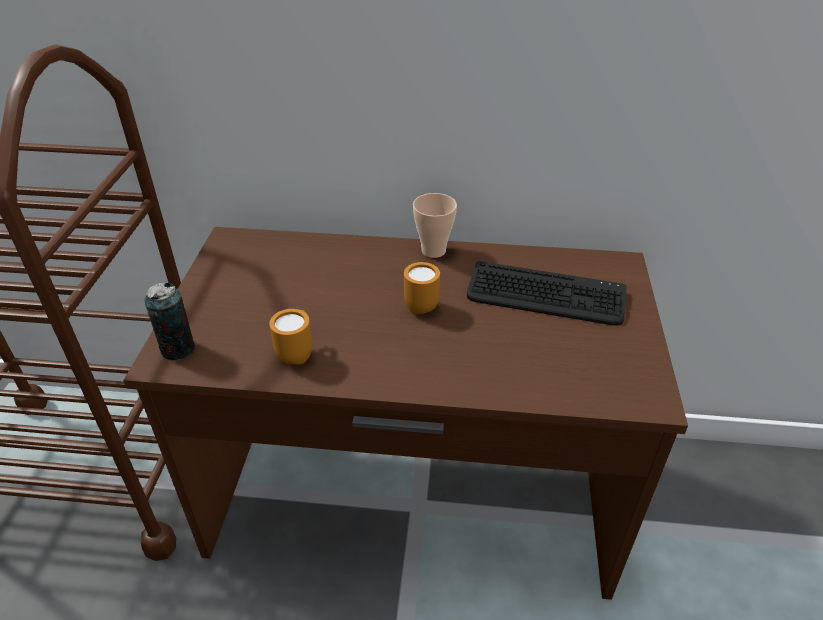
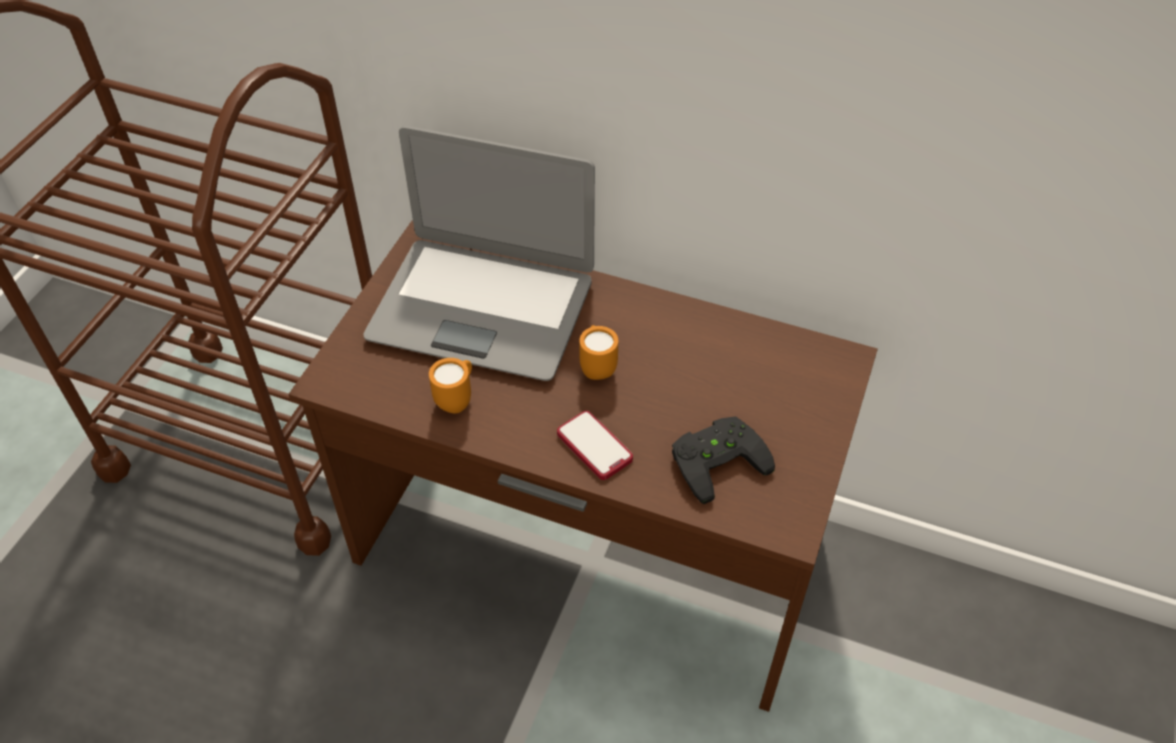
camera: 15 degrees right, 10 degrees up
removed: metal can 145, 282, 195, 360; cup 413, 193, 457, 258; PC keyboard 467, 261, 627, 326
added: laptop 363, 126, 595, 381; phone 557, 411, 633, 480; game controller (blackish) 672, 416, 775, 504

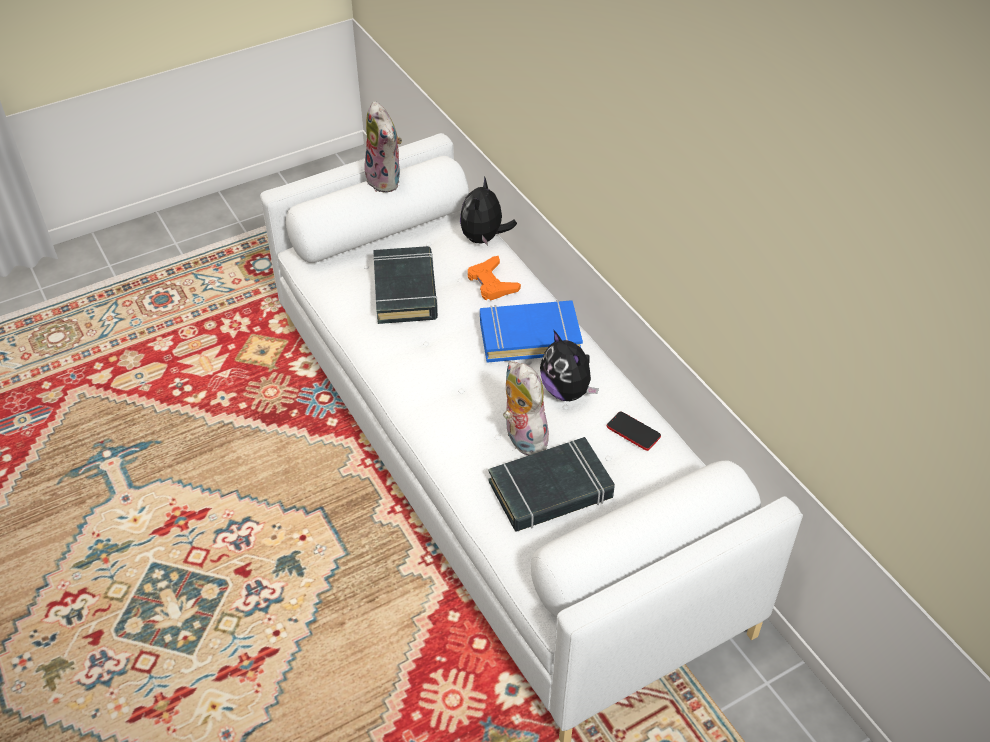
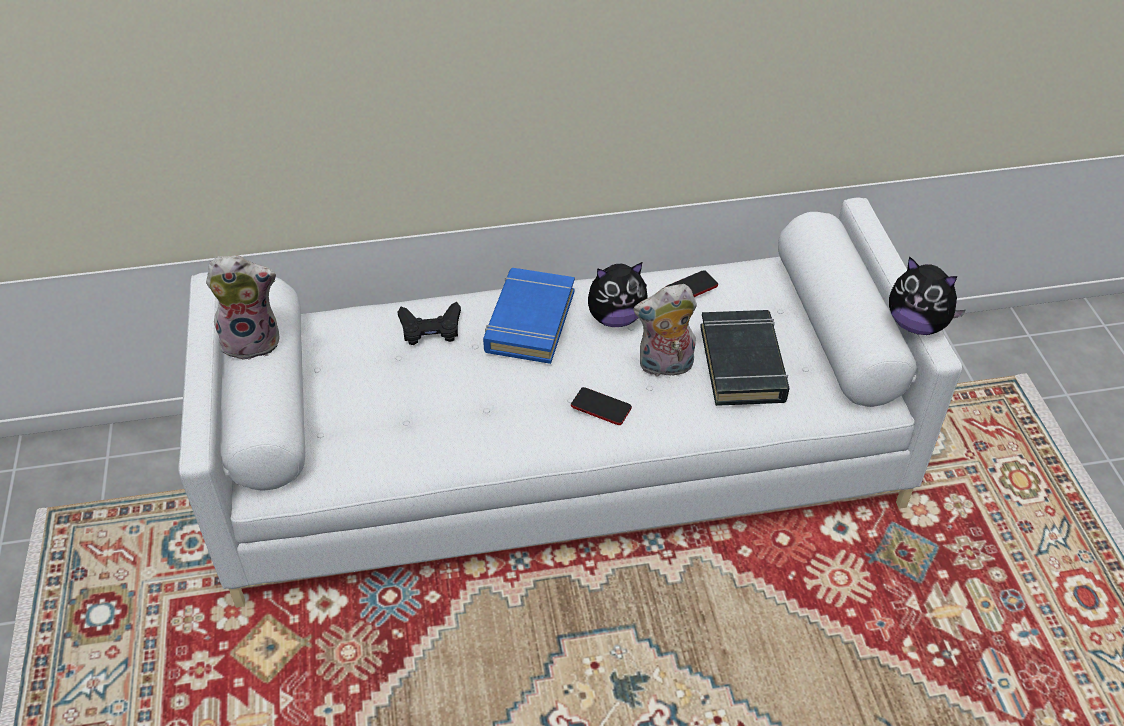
camera: 70 degrees left, 0 degrees up
removed: book (blackish) 373, 246, 438, 324
added: phone 571, 387, 632, 425
moved: soft toy 460, 176, 517, 246 to 889, 256, 966, 335
recoloured: game controller (orange) 468, 256, 521, 300 to game controller (blackish) 398, 302, 461, 345

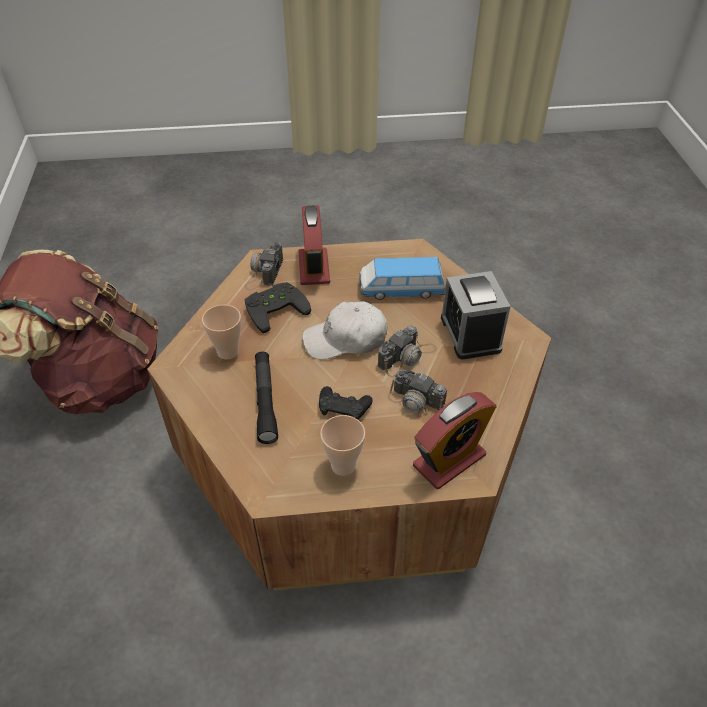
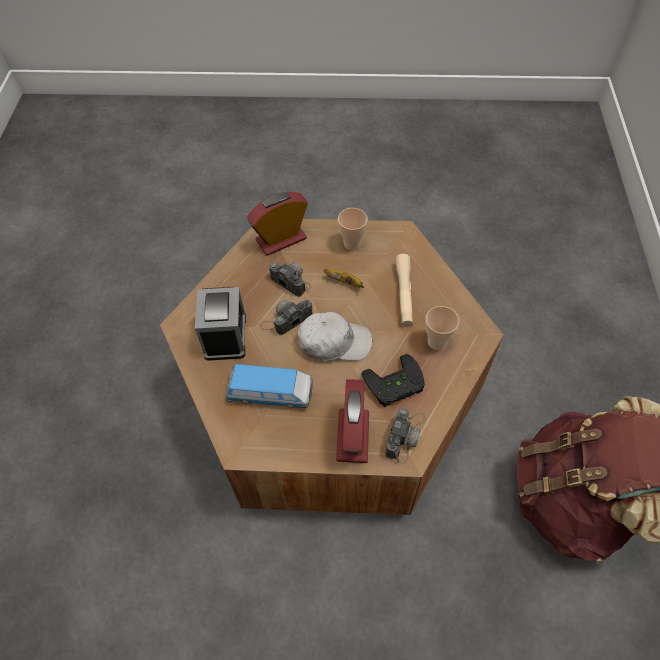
camera: 170 degrees left, 10 degrees up
replaced: game controller (blackish) 319, 386, 373, 420 to banana fruit 324, 269, 364, 288
recoloured: torch (blackish) 255, 352, 278, 444 to torch (beige) 395, 254, 413, 327

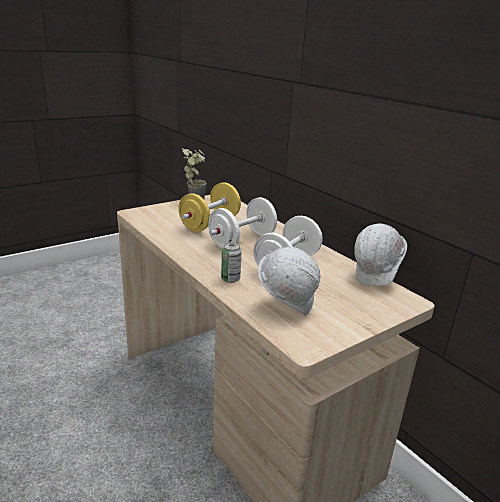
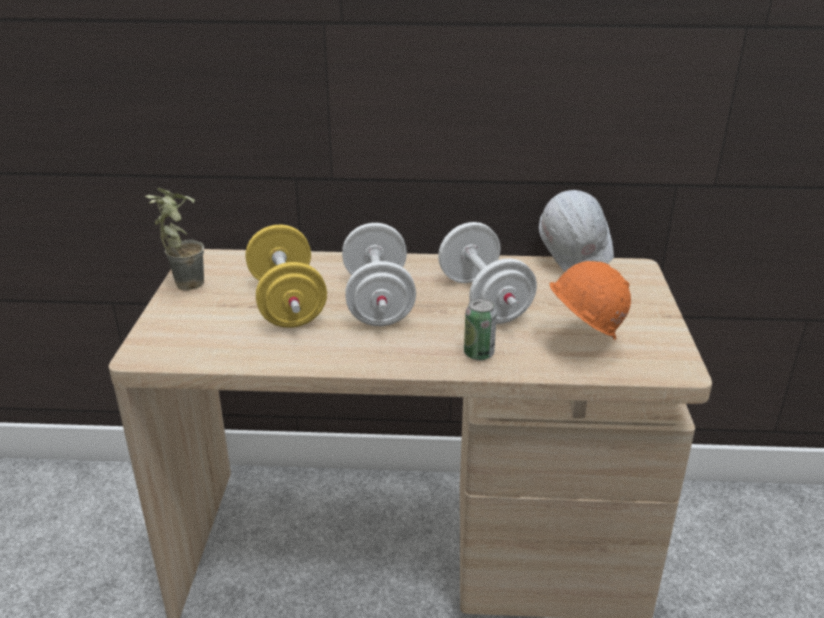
camera: 50 degrees left, 5 degrees up
recoloured: hard hat (white) 258, 247, 320, 316 to hard hat (orange) 549, 261, 631, 340

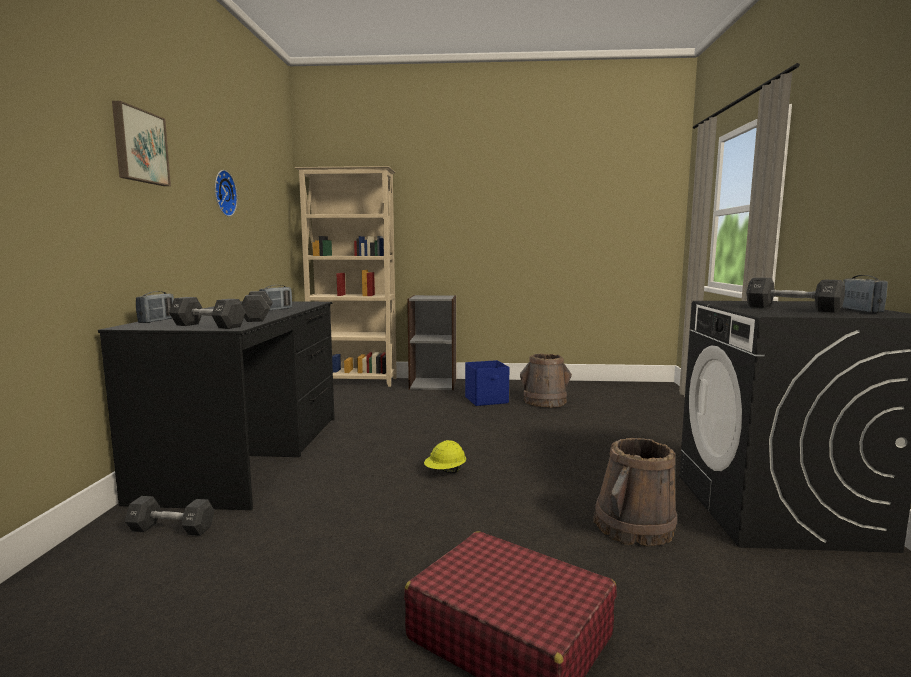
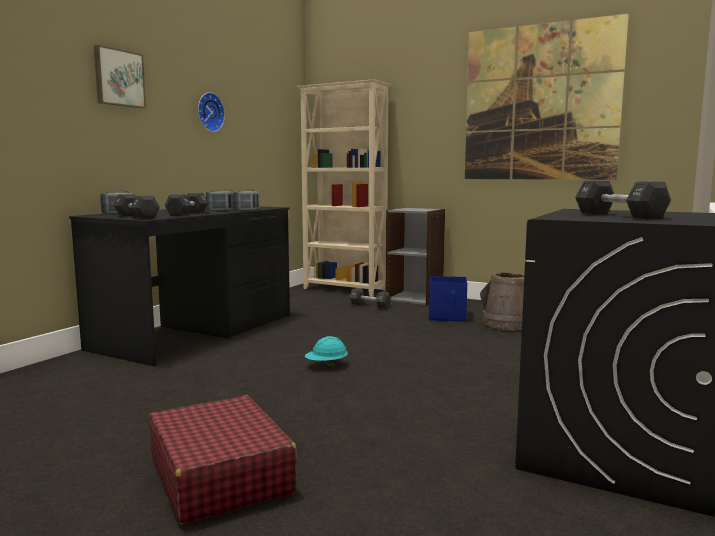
camera: 25 degrees right, 0 degrees up
removed: bucket (brownish) 593, 438, 677, 547
added: wall art 465, 14, 629, 180
moved: dumbbell (blackish) 125, 496, 214, 536 to 350, 288, 391, 309; radio set 842, 275, 888, 313 to 233, 189, 260, 211
recoloured: hard hat (yellow-coloured) 424, 440, 466, 473 to hard hat (blue-green) 305, 336, 348, 367

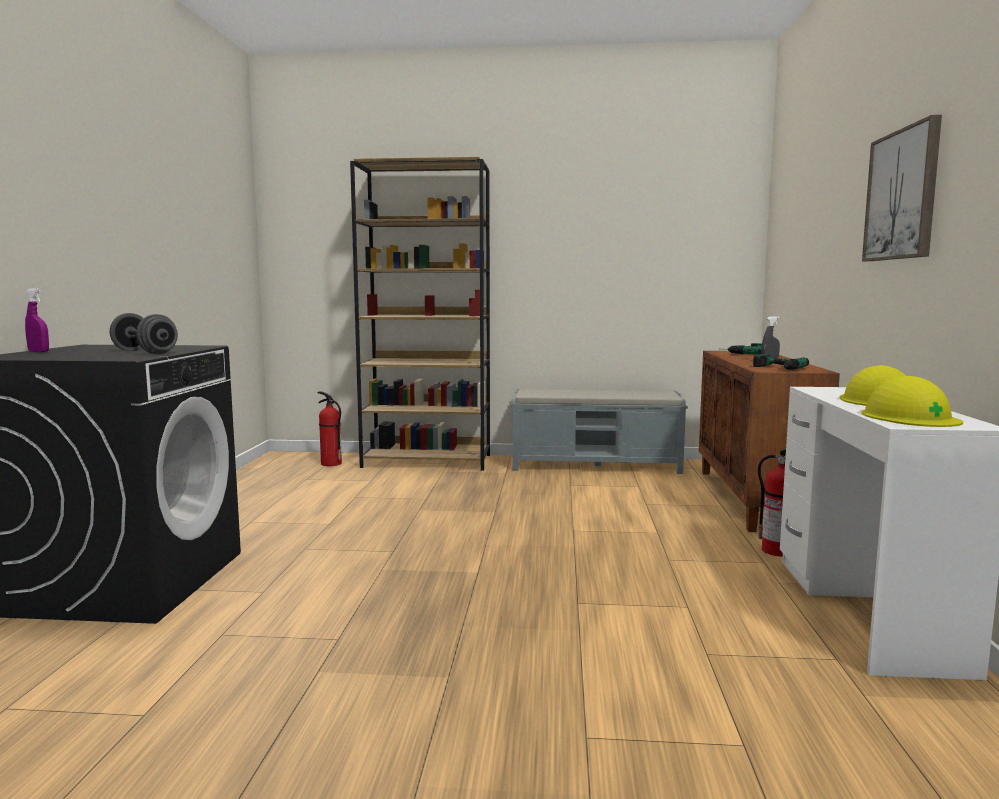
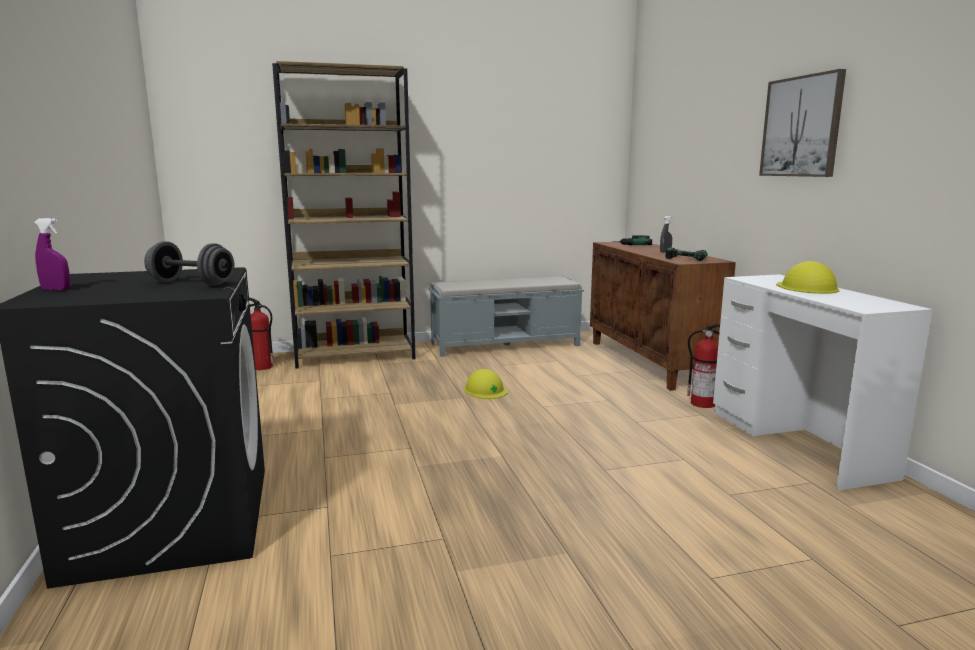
camera: 20 degrees left, 5 degrees up
moved: hard hat (yellow-coloured) 861, 376, 963, 427 to 464, 369, 507, 399

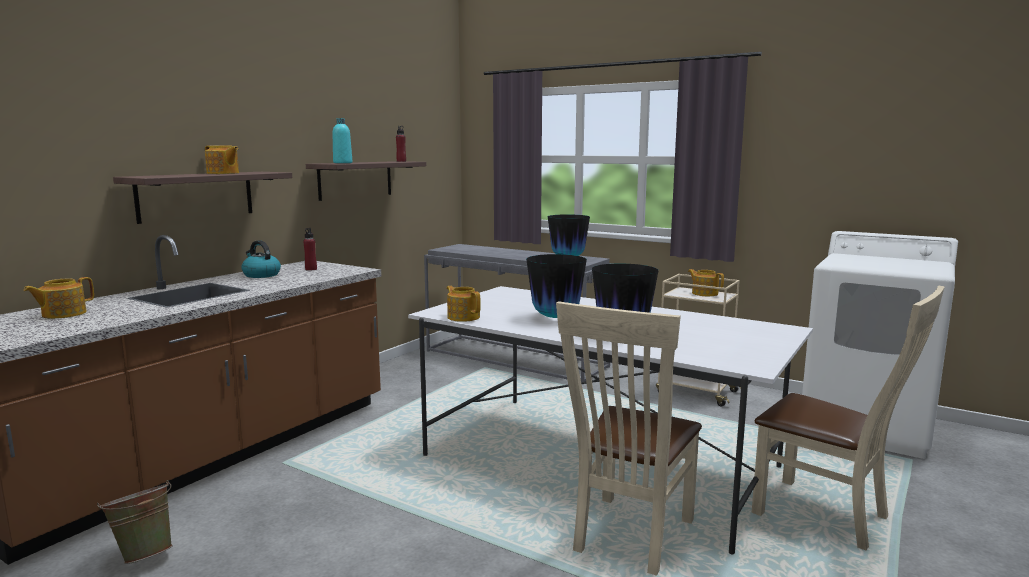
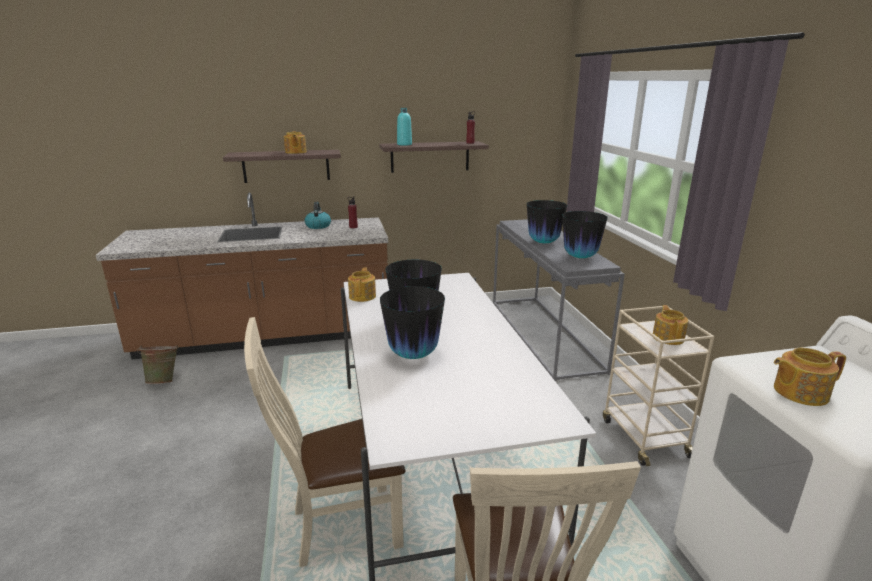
camera: 45 degrees right, 10 degrees up
added: decorative vase 527, 200, 567, 243
moved: tea pot 23, 277, 94, 319 to 774, 348, 846, 406

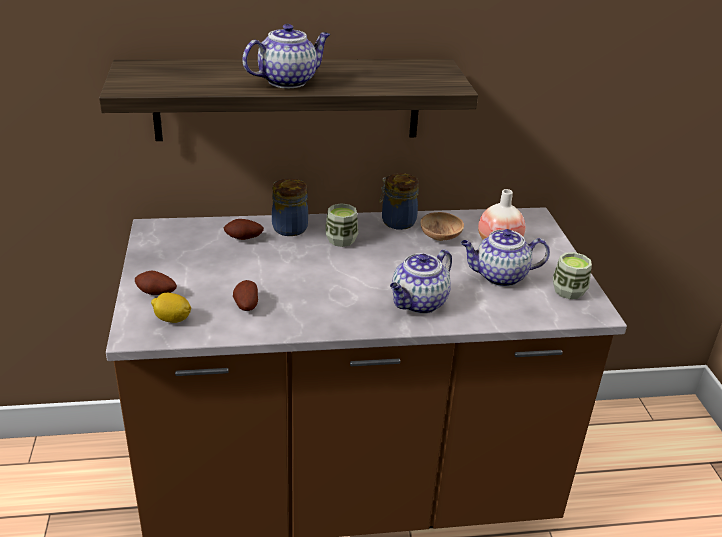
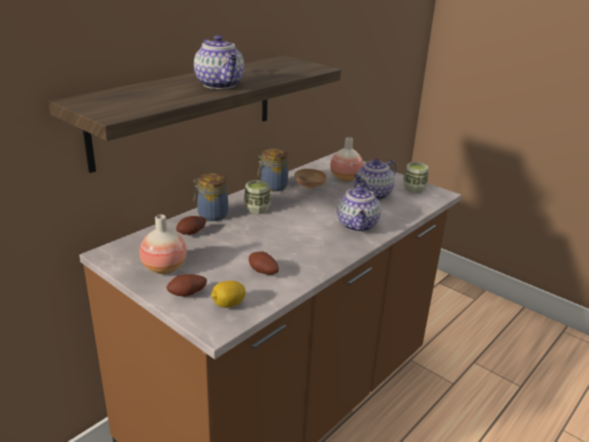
camera: 40 degrees left, 5 degrees down
added: decorative vase 139, 215, 187, 274
turned: tea pot 242, 24, 330, 88 = 194, 35, 244, 89 135 degrees clockwise

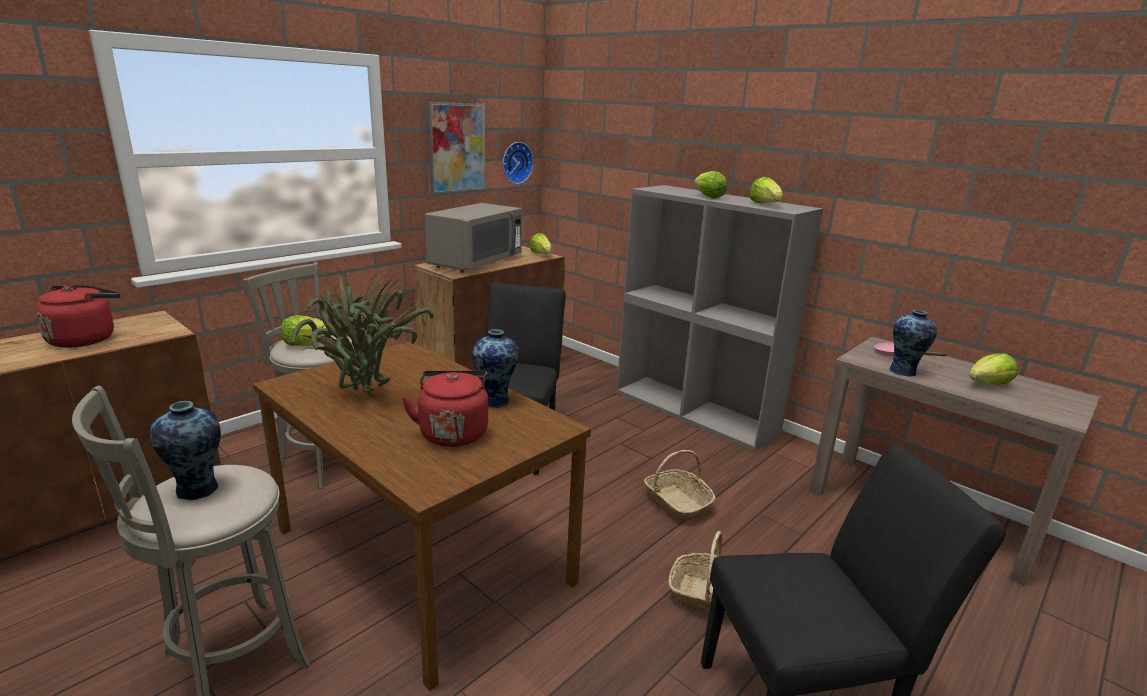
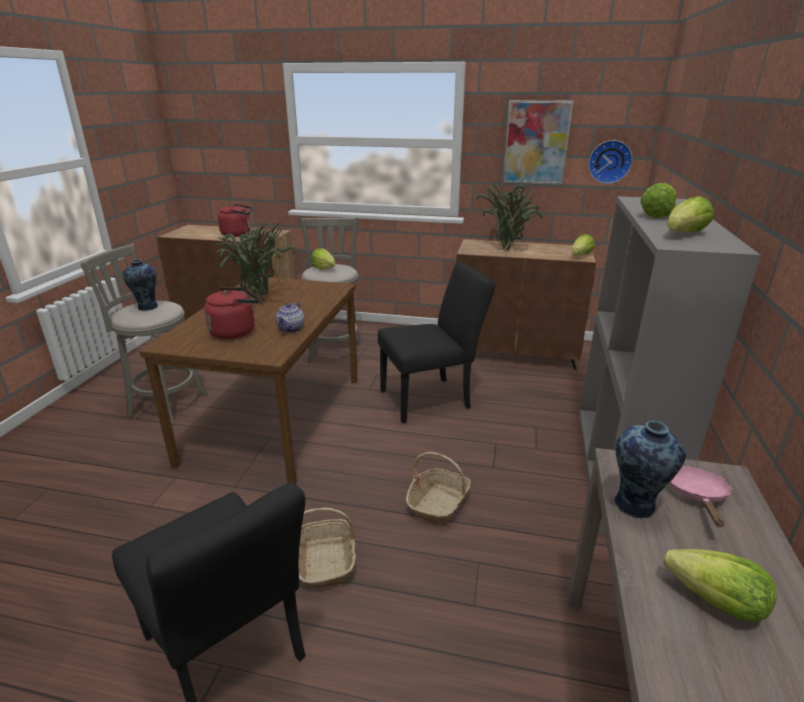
camera: 60 degrees right, 5 degrees up
replaced: microwave oven (grey) 425, 203, 522, 272 to houseplant 476, 178, 543, 250; decorative vase 472, 329, 519, 408 to tea pot 276, 302, 304, 333

